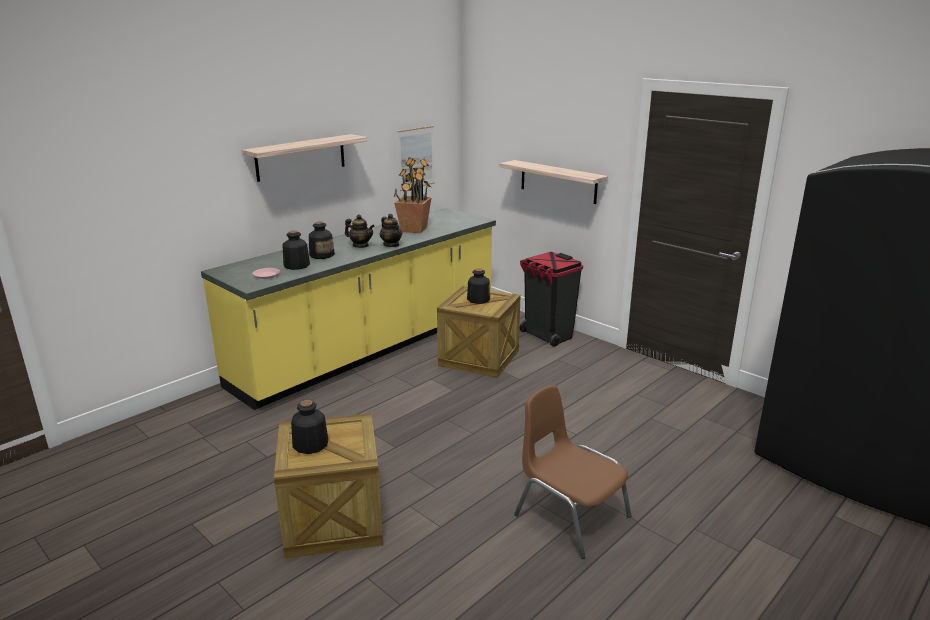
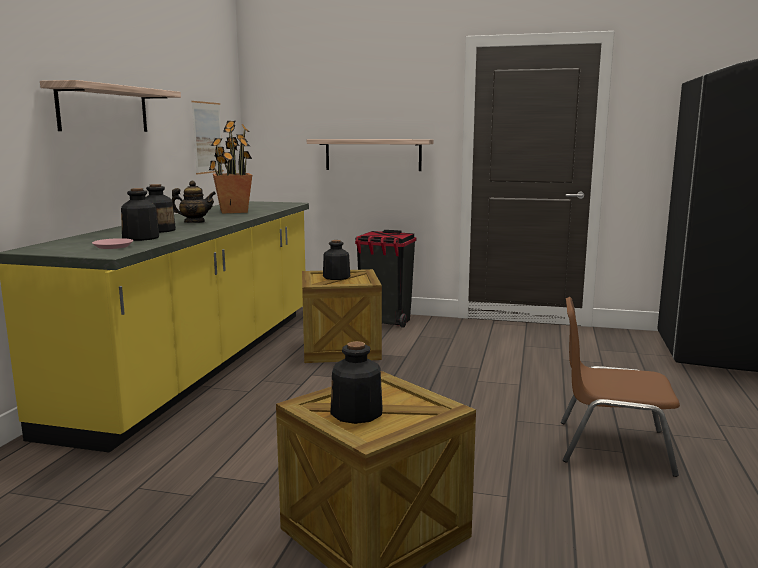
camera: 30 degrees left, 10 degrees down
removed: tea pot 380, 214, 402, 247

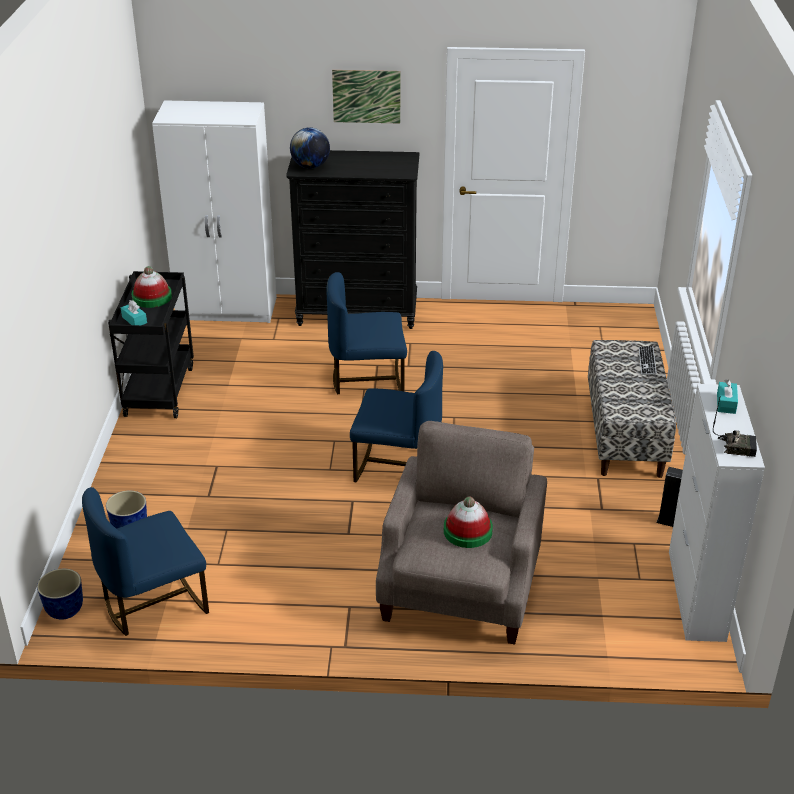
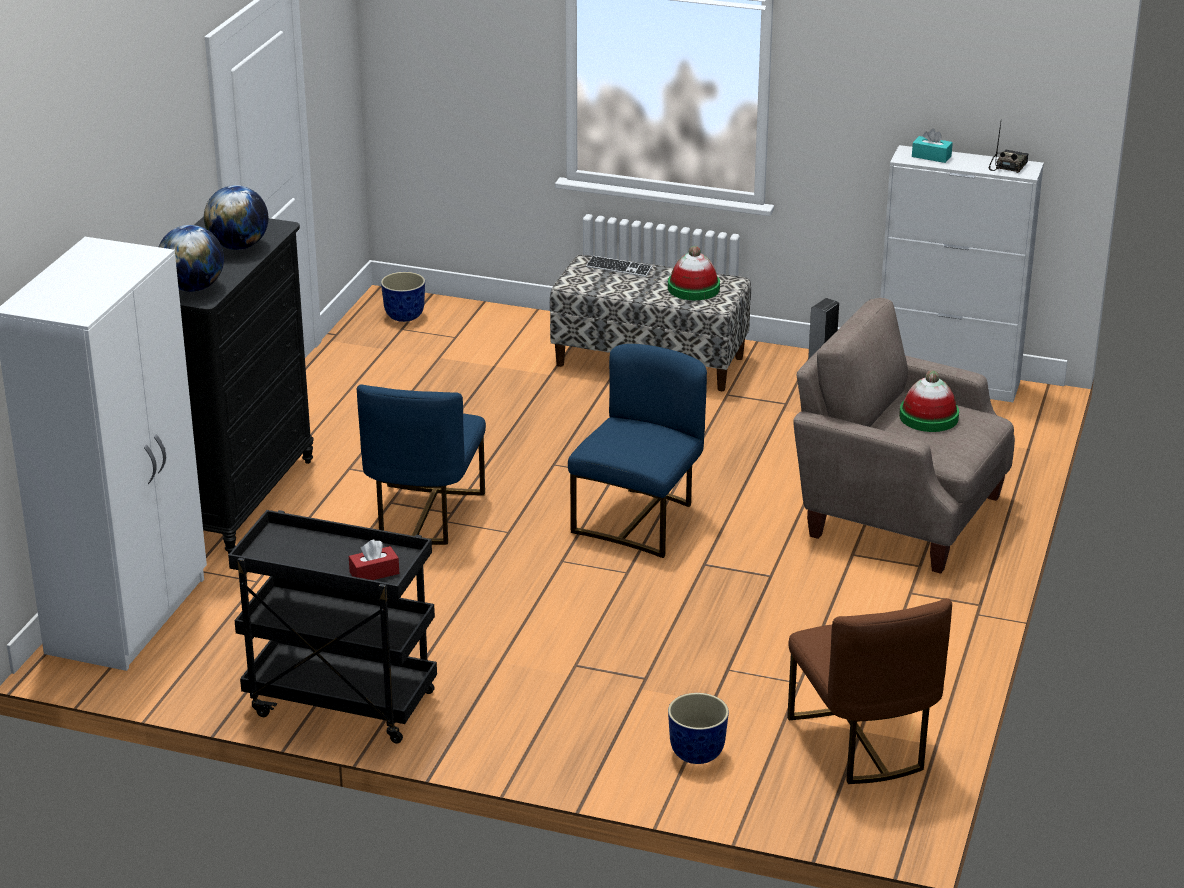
camera: 75 degrees left, 5 degrees down
removed: wall art 332, 70, 400, 123
added: desk globe 204, 185, 268, 250
moved: plant pot 37, 569, 83, 620 to 381, 272, 425, 322; wearable hat 132, 266, 172, 308 to 668, 246, 720, 300
recoloured: chair (blue) 82, 487, 209, 636 to chair (brownish) 787, 598, 952, 784; tissue box (blue-green) 121, 300, 147, 325 to tissue box (red-coloured) 349, 539, 399, 580

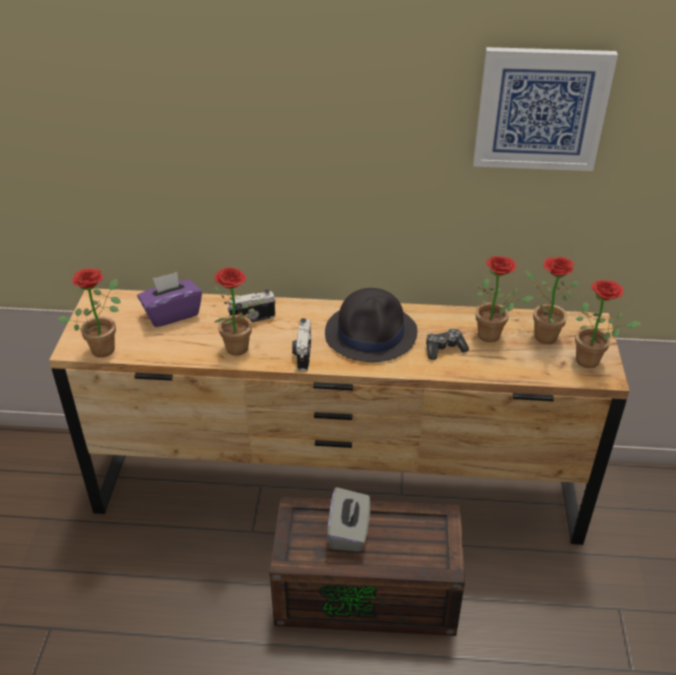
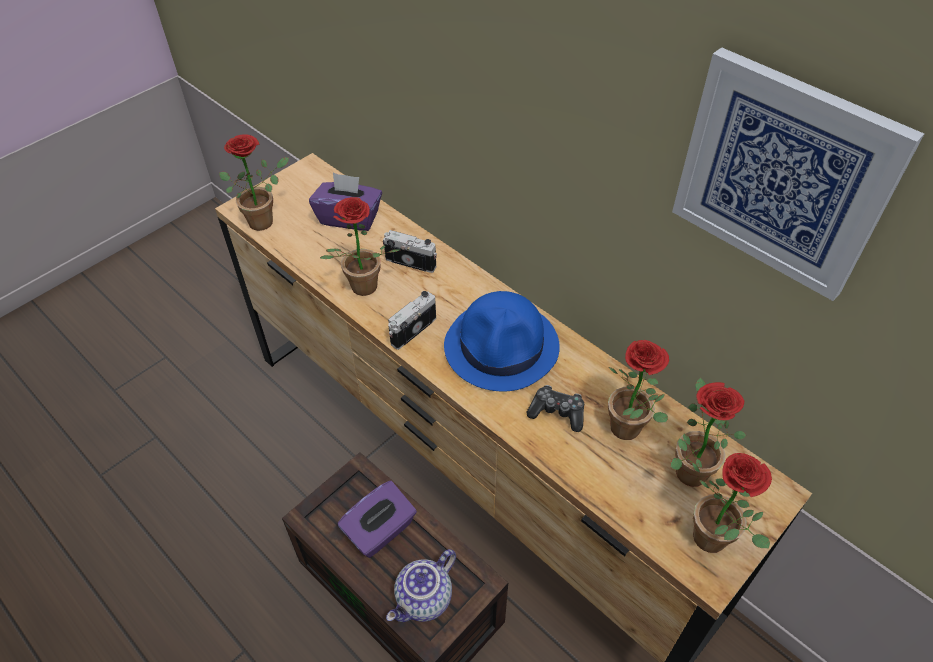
camera: 40 degrees right, 10 degrees up
added: tea pot 386, 549, 456, 622
recoloured: wearable hat (blackish) 325, 288, 417, 362 to wearable hat (blue) 444, 291, 560, 391; tissue box (grey) 327, 487, 370, 552 to tissue box (purple-coloured) 338, 481, 417, 558

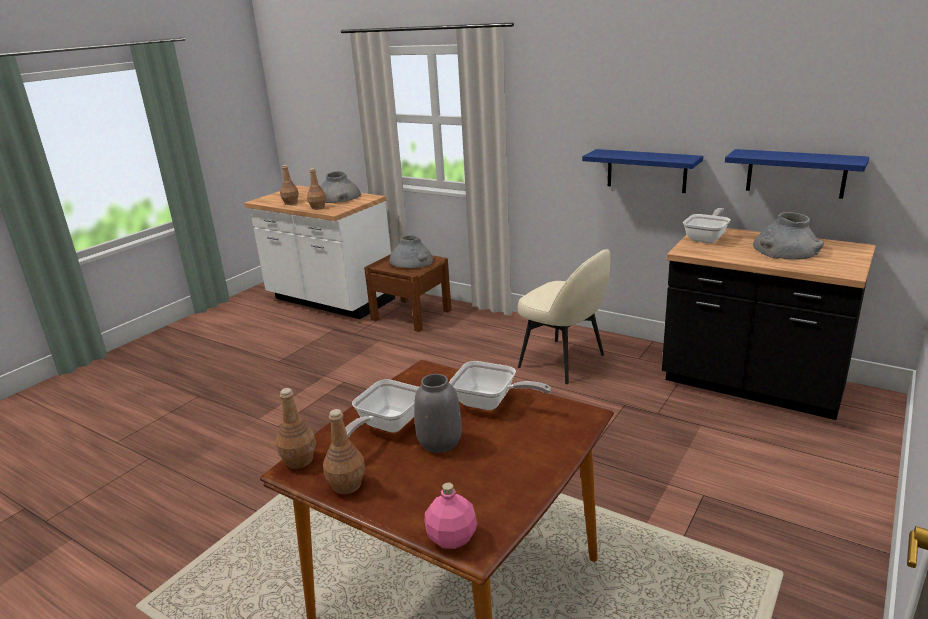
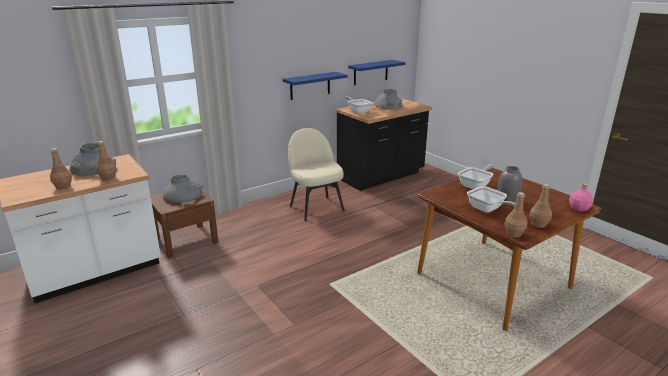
camera: 70 degrees left, 0 degrees up
turned: chair (beige) 518, 249, 611, 384 = 288, 128, 345, 221 90 degrees counterclockwise

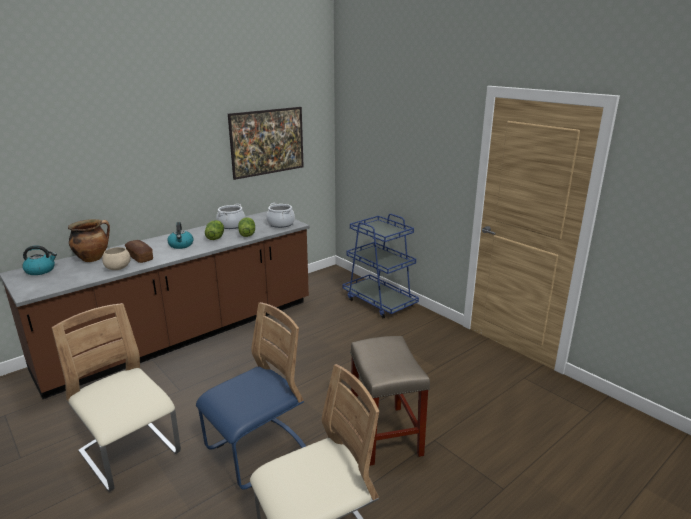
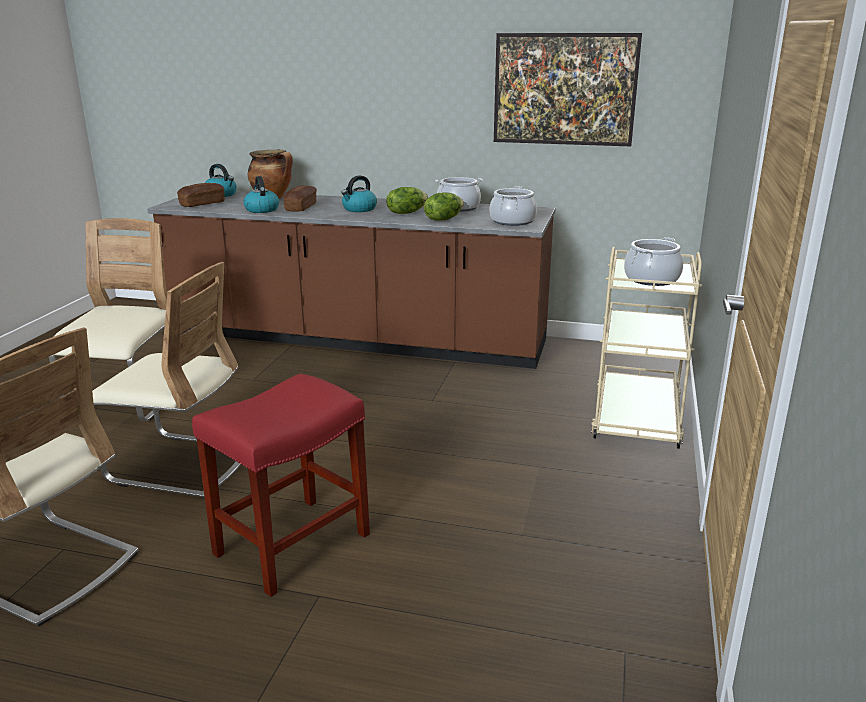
camera: 55 degrees right, 0 degrees up
added: baked bread 177, 183, 225, 207; cooking pot 624, 237, 683, 286
replaced: serving bowl (beige) 102, 247, 131, 270 to kettle 244, 176, 279, 213
recoloured: chair (blue) 196, 302, 306, 490 to chair (beige) 92, 262, 241, 499; cart (blue) 342, 214, 419, 318 to cart (beige) 591, 247, 702, 449; stool seat (beige) 350, 336, 430, 466 to stool seat (red-coloured) 192, 373, 370, 597

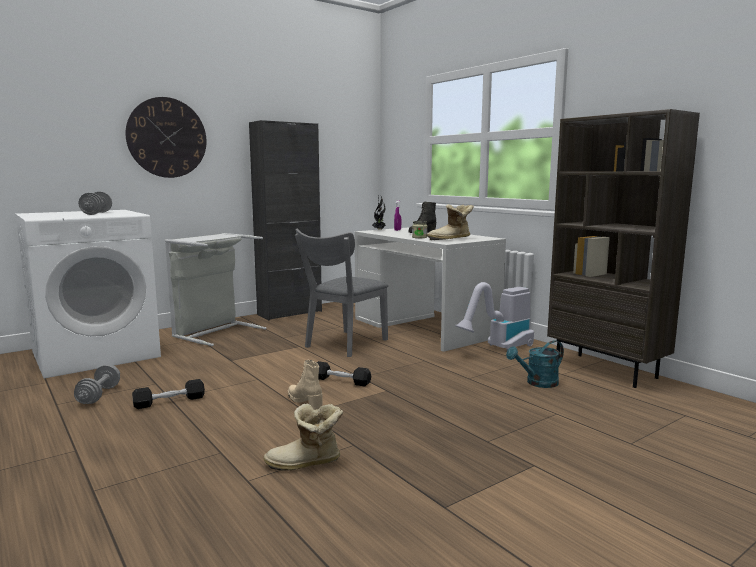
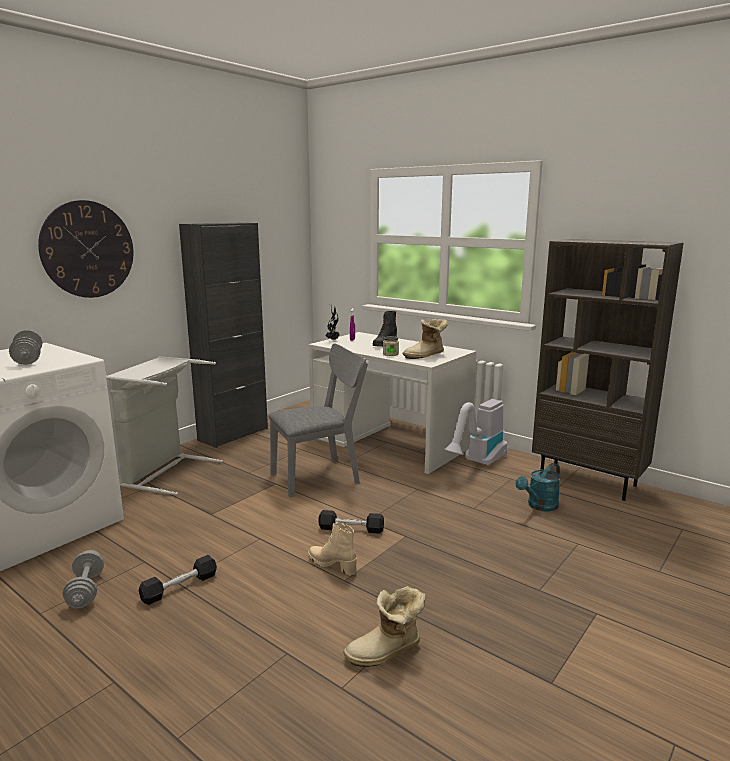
camera: 15 degrees left, 5 degrees up
turned: chair (grey) 295, 229, 388, 357 = 268, 344, 368, 497 135 degrees counterclockwise

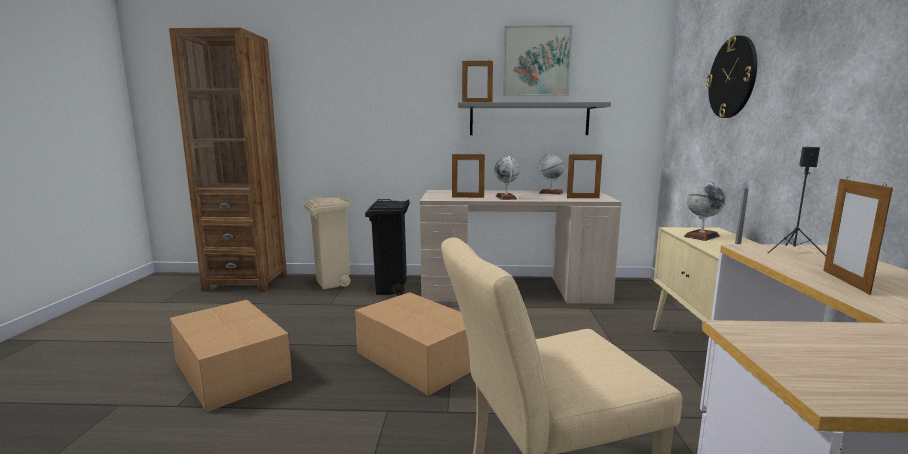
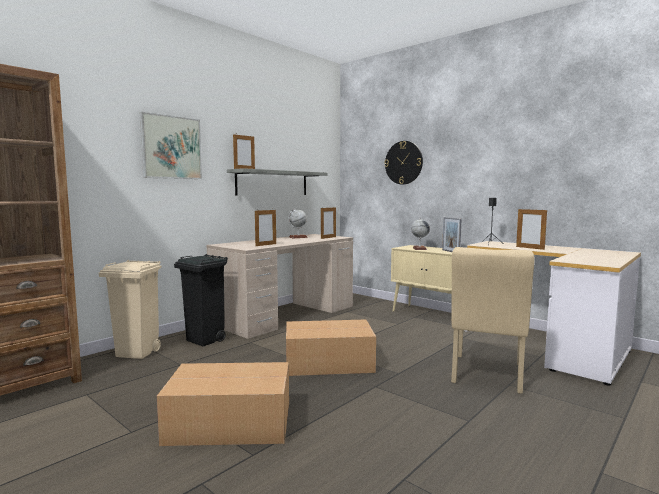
camera: 50 degrees left, 5 degrees down
removed: desk globe 494, 156, 520, 200
moved: wall art 503, 25, 573, 96 to 140, 112, 202, 179

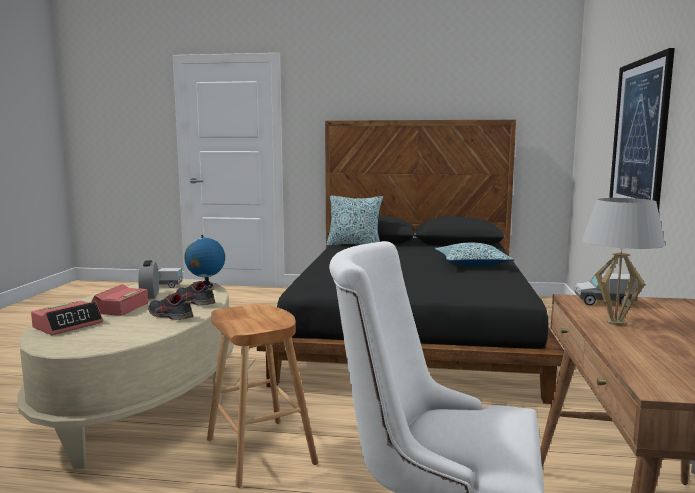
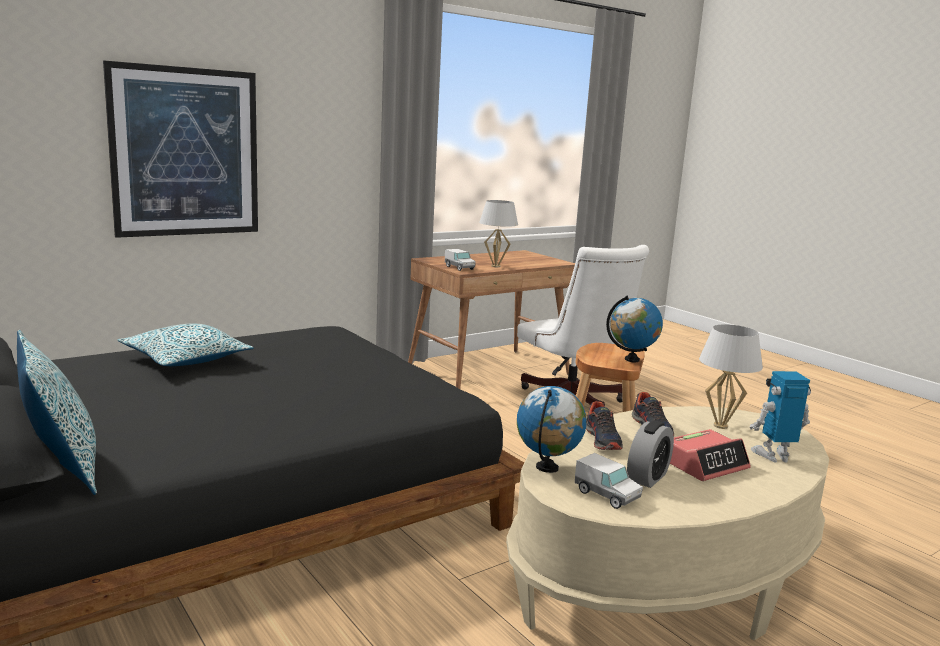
camera: 135 degrees left, 5 degrees up
added: desk globe 606, 295, 663, 362; tabletop lamp (white) 699, 324, 763, 429
replaced: bedside clock 31, 301, 103, 335 to model robot 750, 371, 811, 462

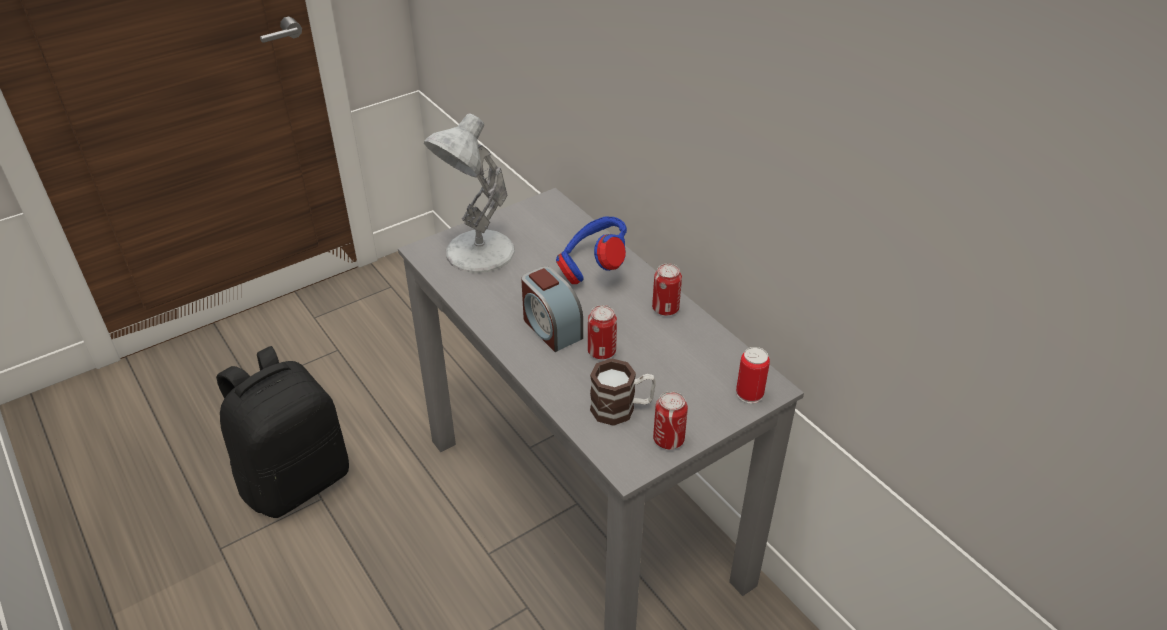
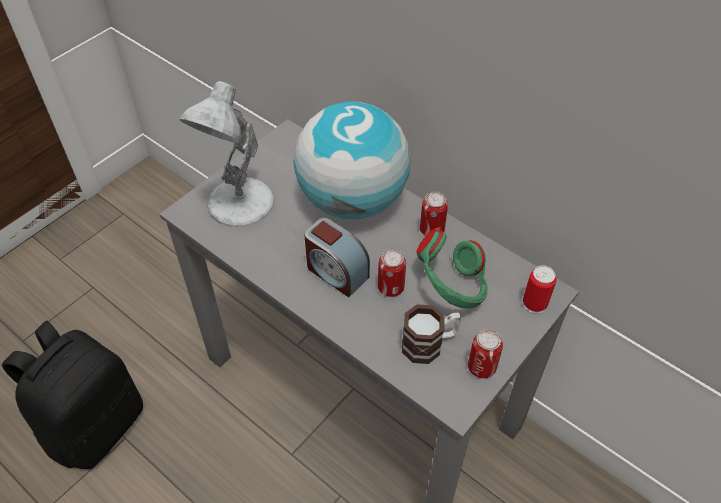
camera: 15 degrees left, 10 degrees up
added: headphones (greenish) 417, 229, 488, 309
replaced: headphones (blue) 556, 217, 627, 284 to desk globe 294, 102, 410, 220

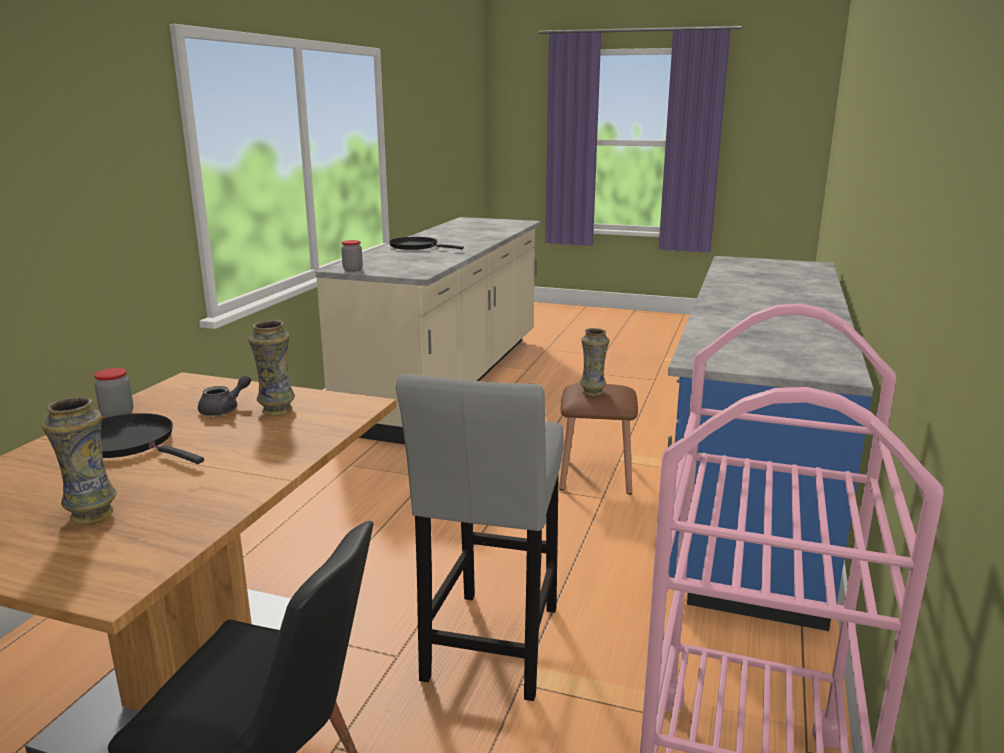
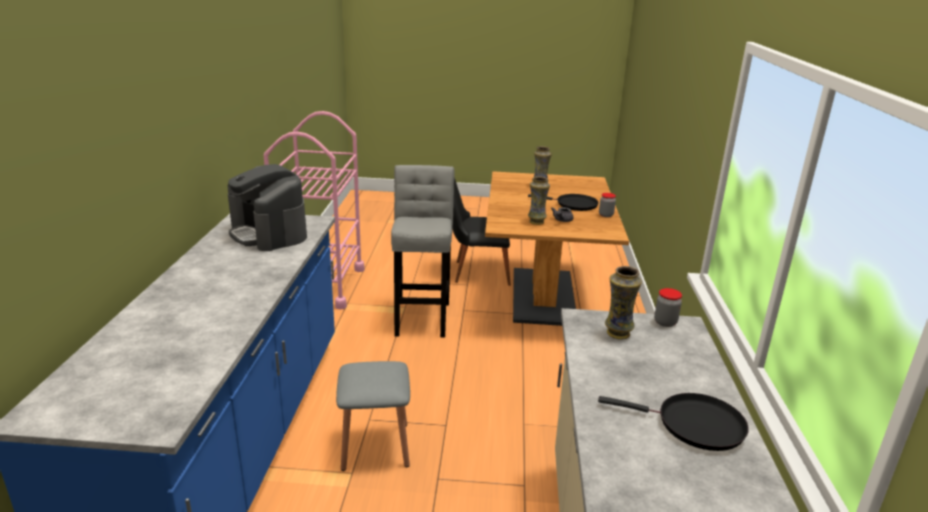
camera: 165 degrees right, 5 degrees up
added: coffee machine 228, 164, 307, 251
moved: decorative vase 580, 328, 610, 396 to 605, 266, 642, 339
recoloured: stool seat (brownish) 559, 383, 638, 495 to stool seat (grey) 336, 361, 410, 471

